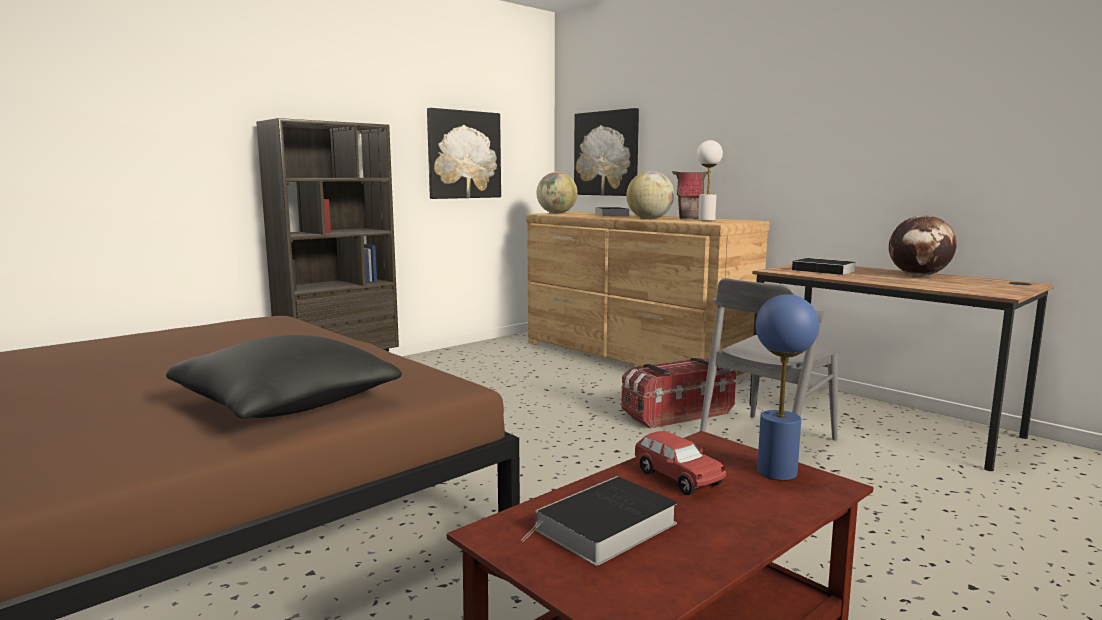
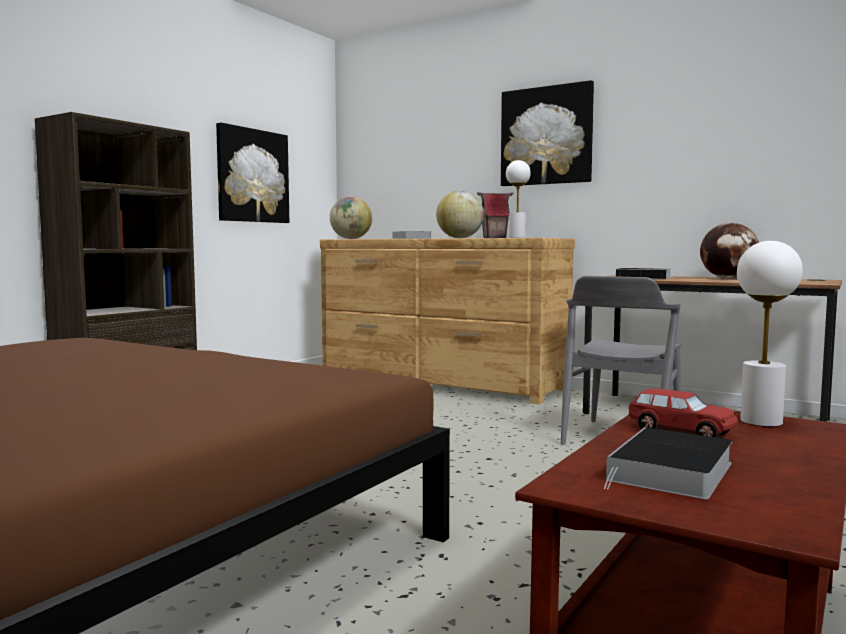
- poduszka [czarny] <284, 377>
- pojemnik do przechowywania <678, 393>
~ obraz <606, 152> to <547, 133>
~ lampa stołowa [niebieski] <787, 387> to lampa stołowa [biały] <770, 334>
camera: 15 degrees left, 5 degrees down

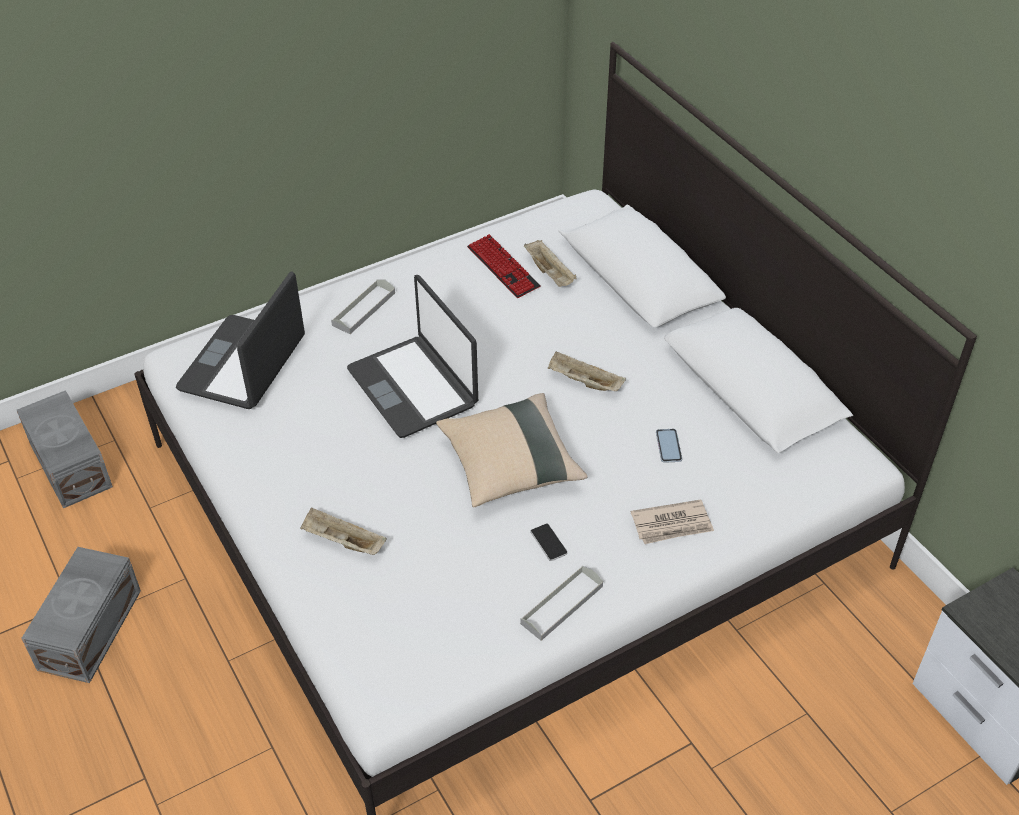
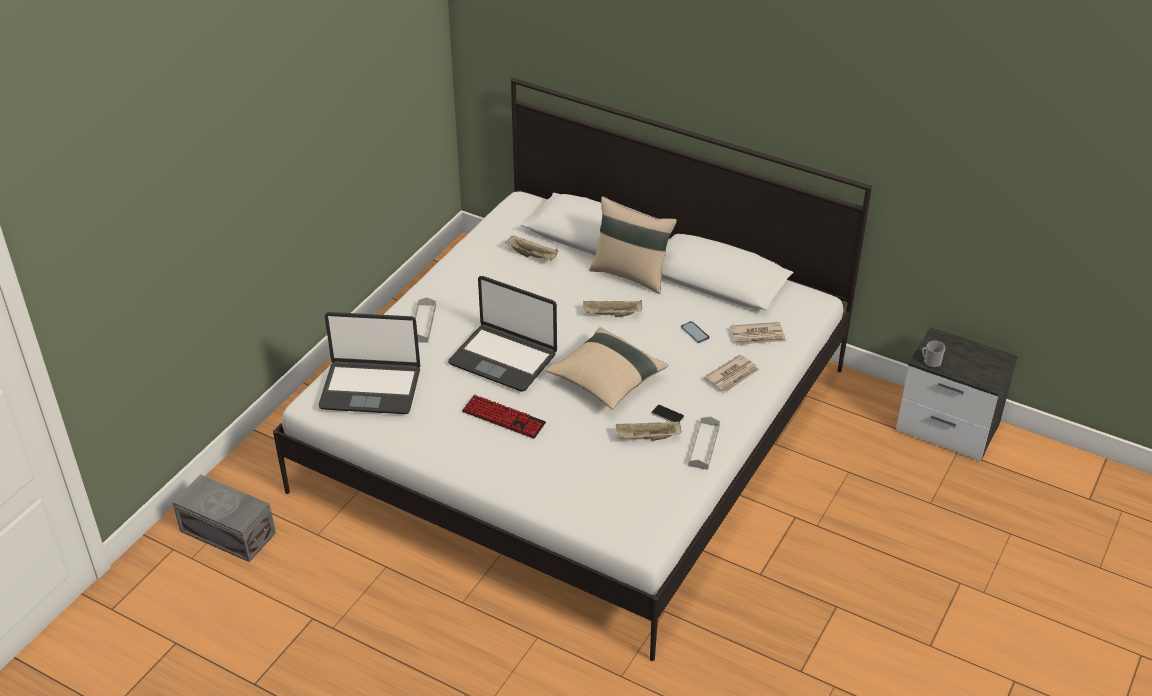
- pojemnik do przechowywania [szary] <81, 615>
+ poduszka [beżowy] <633, 245>
+ gazeta <758, 333>
+ kubek <933, 354>
~ taca [beżowy] <343, 531> to <648, 431>
~ klawiatura <504, 266> to <504, 416>
~ laptop <240, 340> = <369, 363> 75 degrees counterclockwise
camera: 30 degrees left, 5 degrees down

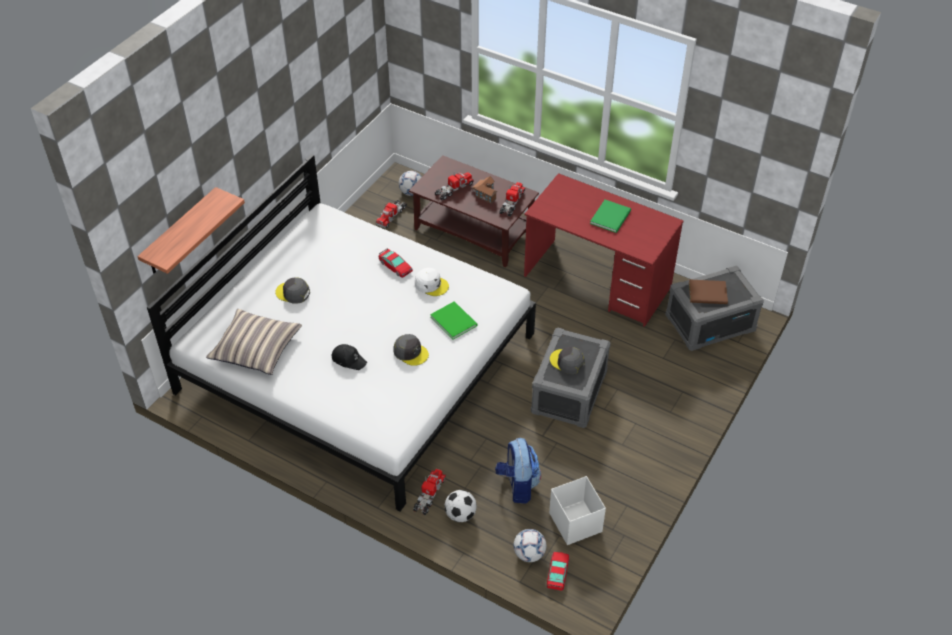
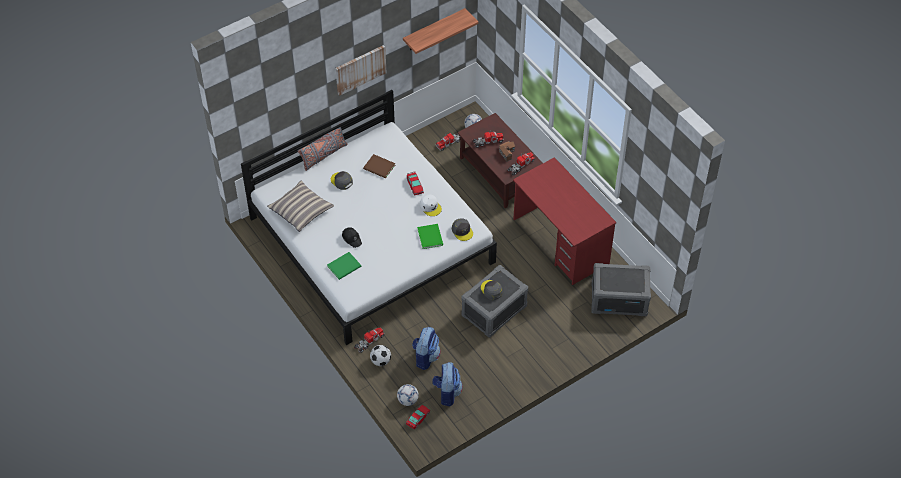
+ poduszka [szary] <322, 147>
+ obraz <361, 70>
~ półka <191, 230> to <440, 31>
~ czapka z daszkiem [szary] <411, 350> to <462, 229>
~ książka [zielony] <610, 216> to <344, 266>
~ książka [brązowy] <708, 291> to <379, 166>
~ pojemnik do przechowywania [biały] <577, 510> to plecak <447, 384>
camera: 25 degrees right, 5 degrees up

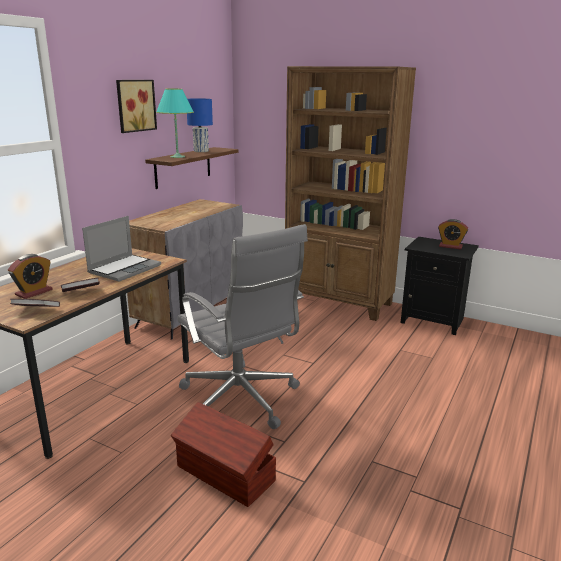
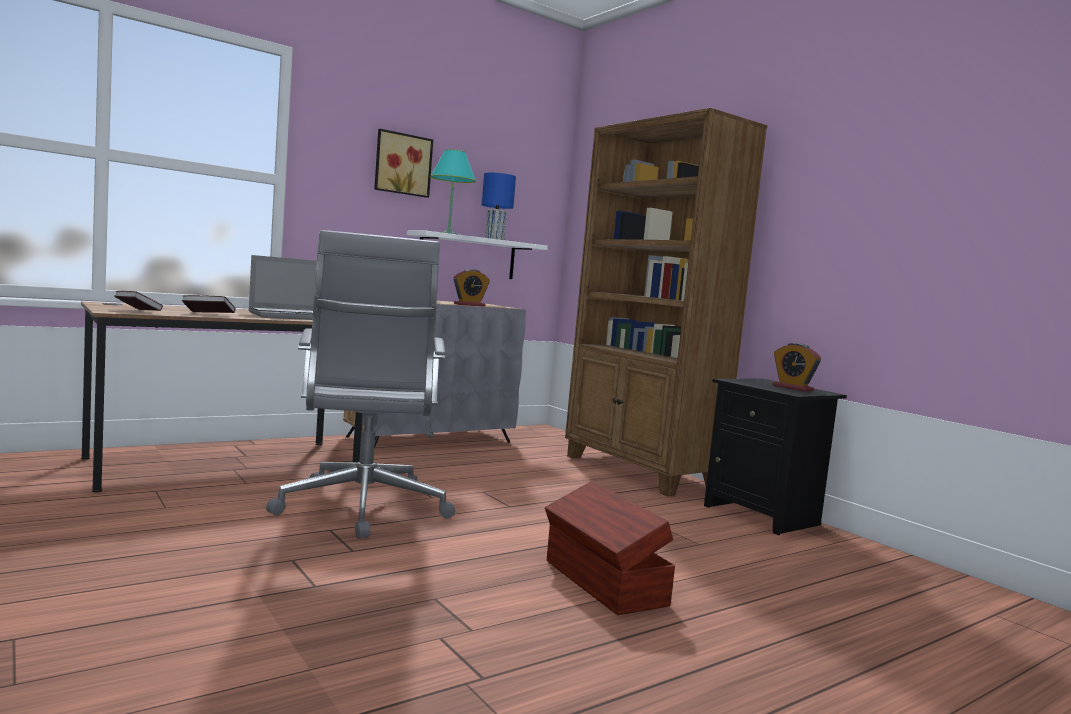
~ budzik <30, 276> to <472, 288>
~ pojemnik do przechowywania [brązowy] <223, 454> to <610, 548>
~ półka [brązowy] <191, 168> to półka [biały] <477, 255>
camera: 25 degrees right, 15 degrees down

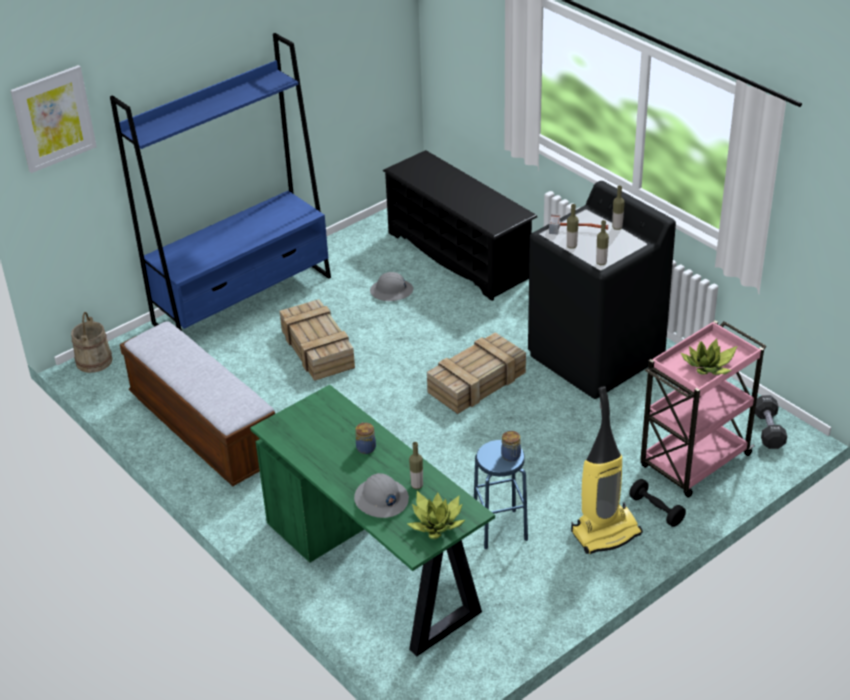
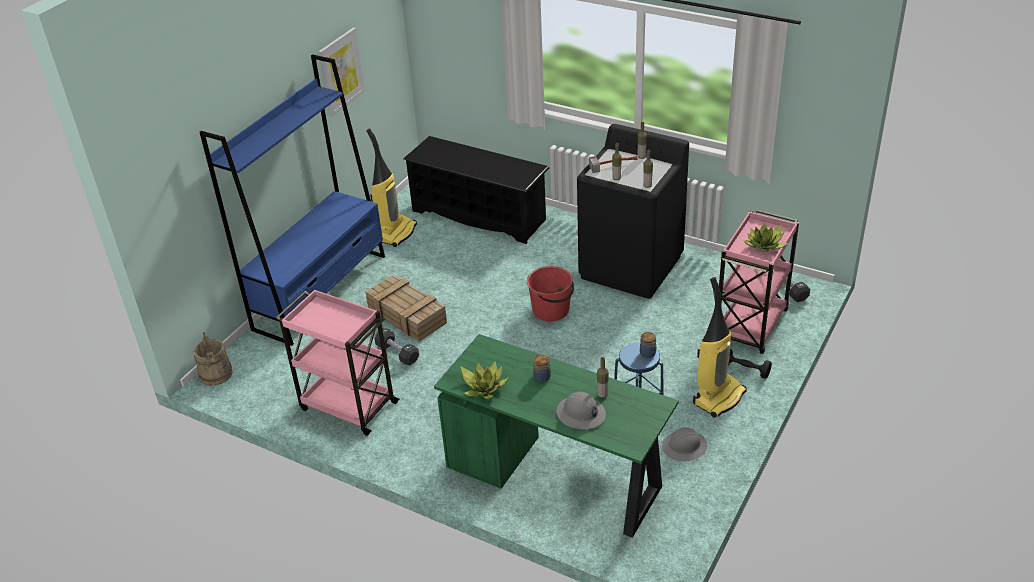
+ odkurzacz <391, 187>
+ hantel [czarny] <396, 346>
~ obraz <53, 119> to <341, 72>
~ kask [szary] <391, 286> to <684, 444>
~ roślina doniczkowa <436, 515> to <484, 380>
~ ławka <197, 403> to wózek [różowy] <338, 362>
~ skrzynka <476, 373> to wiadro [czerwony] <550, 293>
camera: 20 degrees left, 0 degrees up

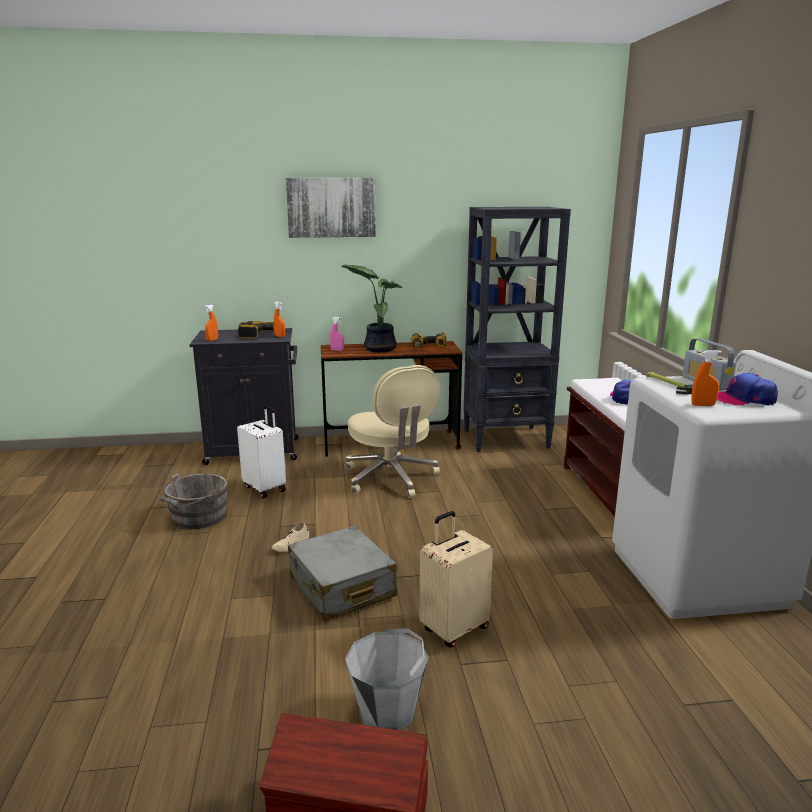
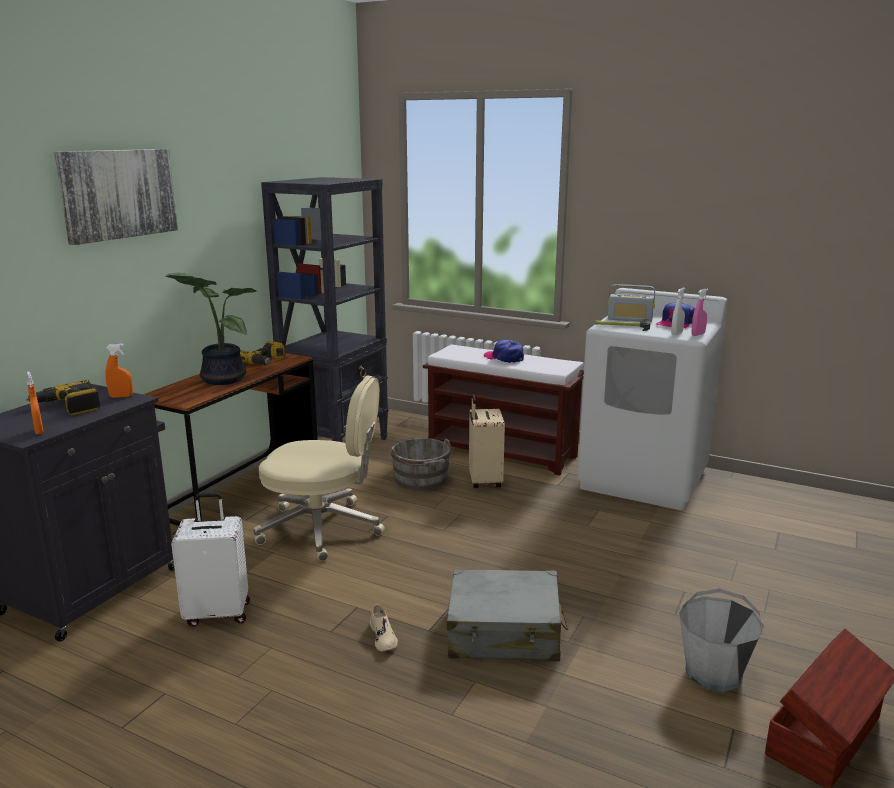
~ wiadro [szary] <192, 501> to <422, 464>
~ spryskiwacz [różowy] <337, 334> to <700, 312>
~ walizka [beżowy] <456, 579> to <487, 441>
~ spryskiwacz [pomarańczowy] <706, 378> to spryskiwacz [biały] <678, 311>
camera: 55 degrees left, 0 degrees up

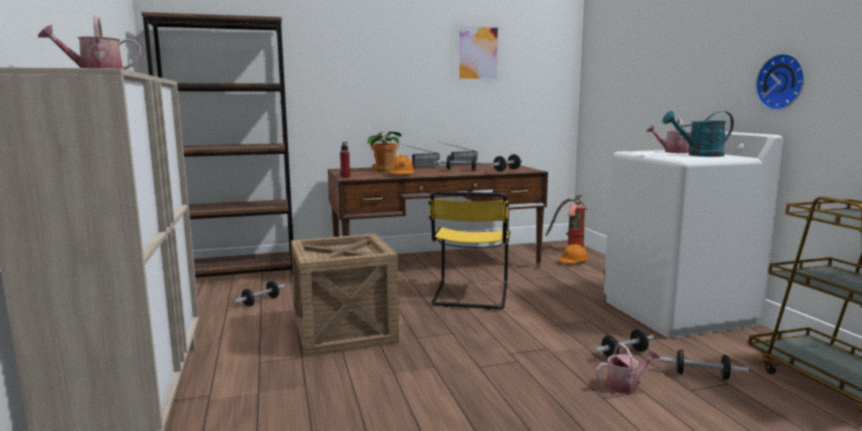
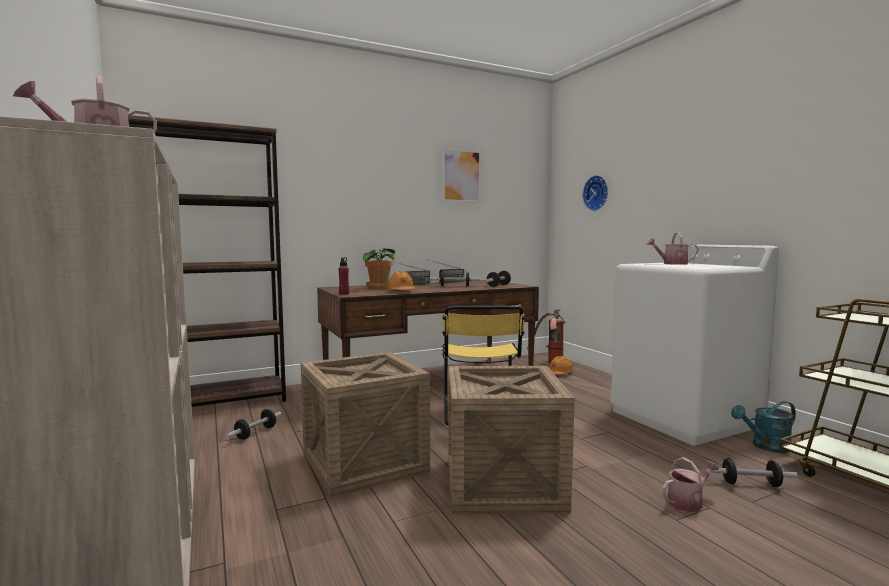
- hantel <624, 343>
+ skrzynka <511, 440>
~ konewka [turkusowy] <698, 134> to <763, 427>
~ zegar ścienny <780, 82> to <595, 193>
camera: 10 degrees left, 5 degrees down

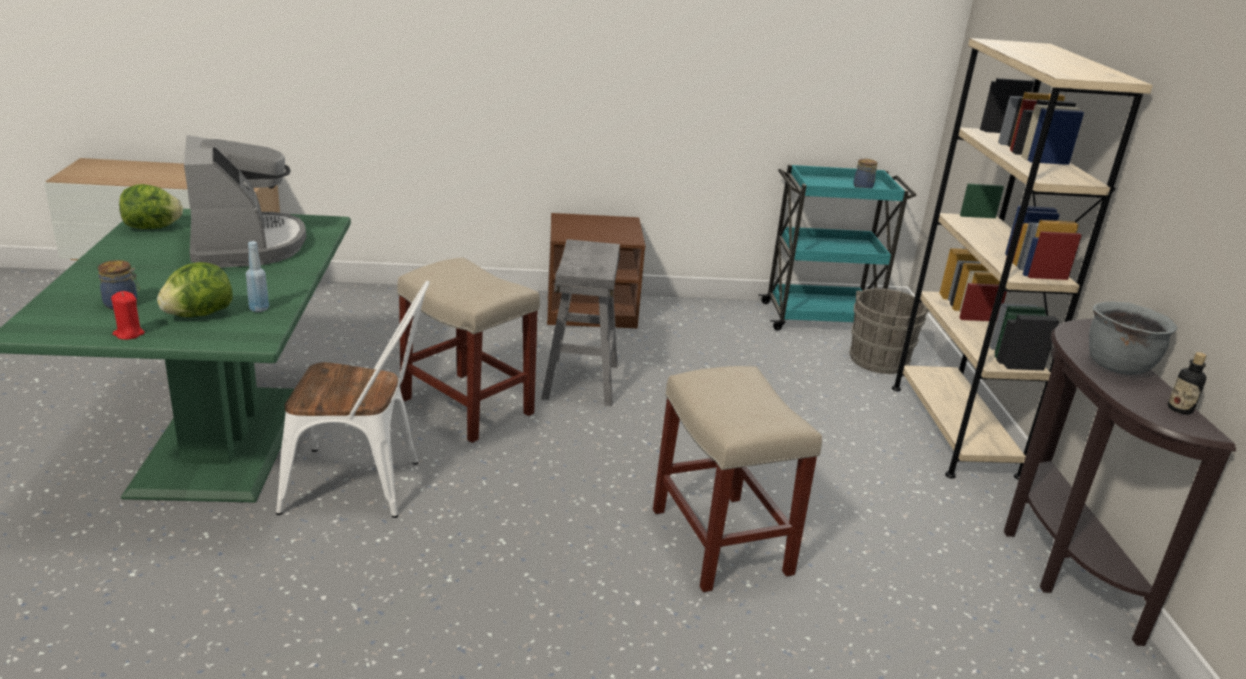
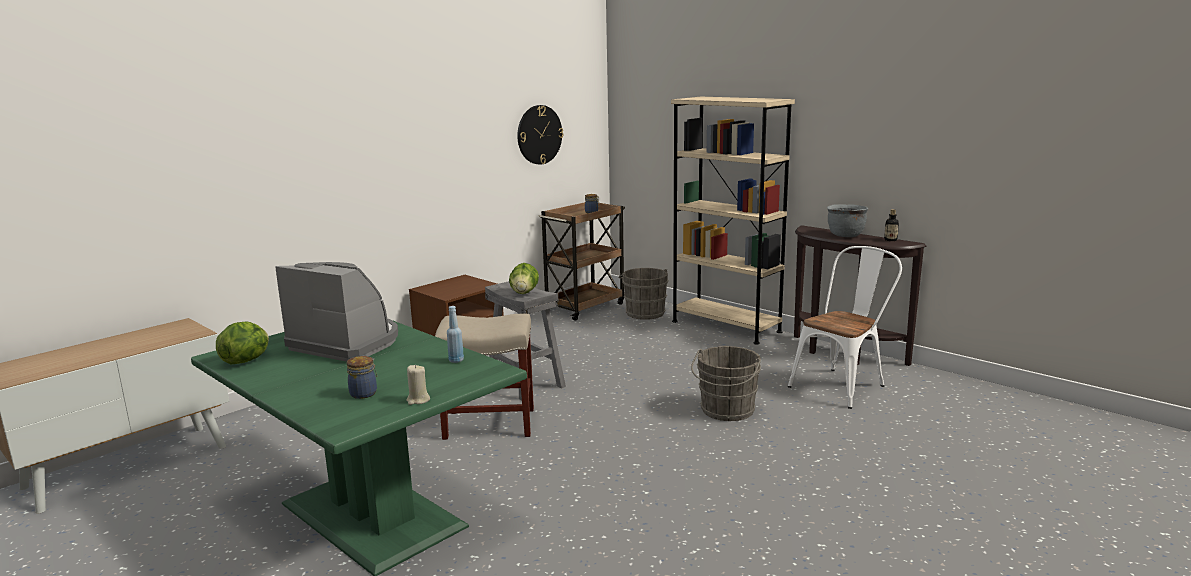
+ zegar ścienny <540, 135>
~ sałata <195, 289> to <524, 278>
~ krzesło [biały] <353, 399> to <845, 327>
~ stołek [beżowy] <737, 479> to wiadro [szary] <726, 383>
~ świeca [czerwony] <128, 315> to świeca [beżowy] <418, 385>
~ wózek [turkusowy] <837, 247> to wózek [brązowy] <581, 261>
camera: 40 degrees left, 10 degrees down

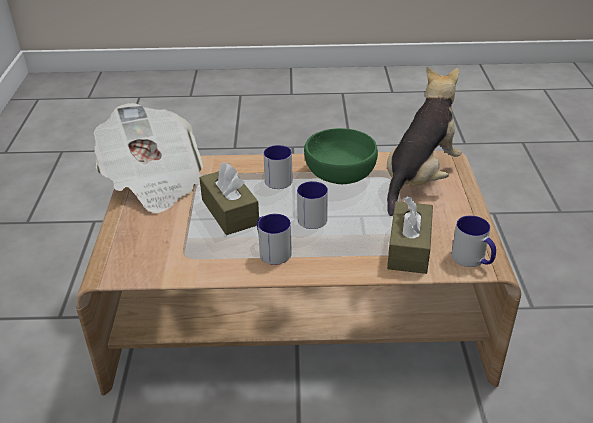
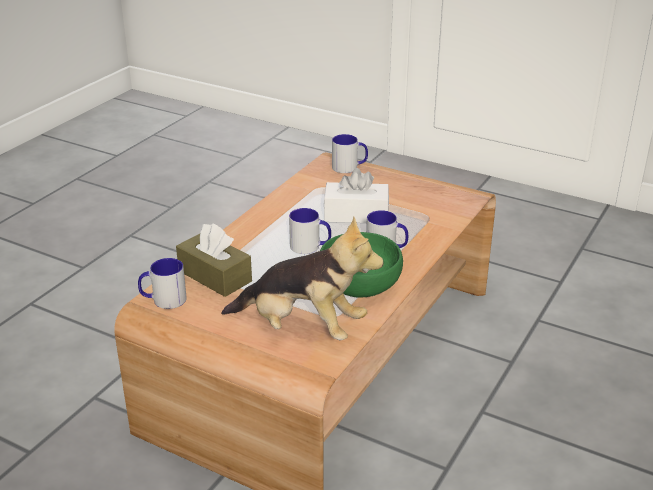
- gazeta <148, 158>
~ kubek <274, 239> to <350, 153>
~ pudełko chusteczek [brązowy] <229, 198> to pudełko chusteczek [biały] <356, 195>
~ pluszak <424, 141> = <302, 278> 45 degrees counterclockwise
camera: 120 degrees right, 5 degrees down

